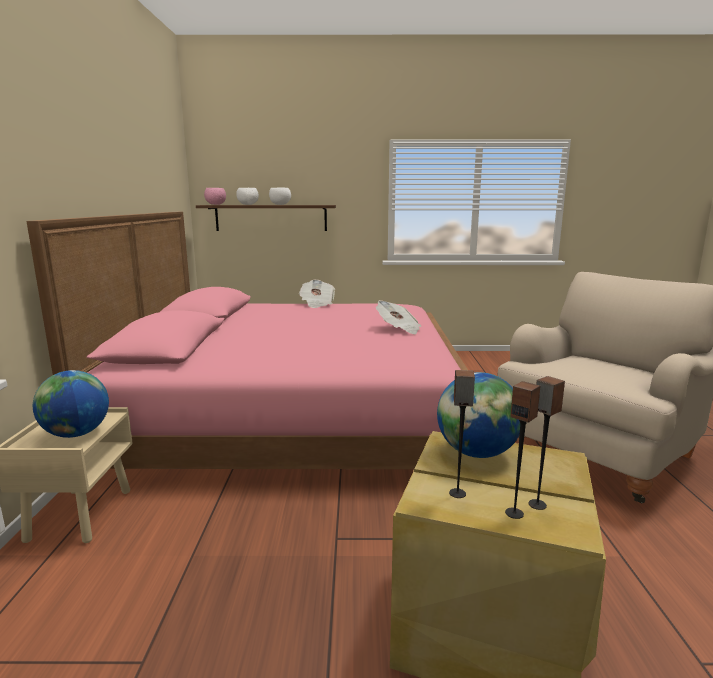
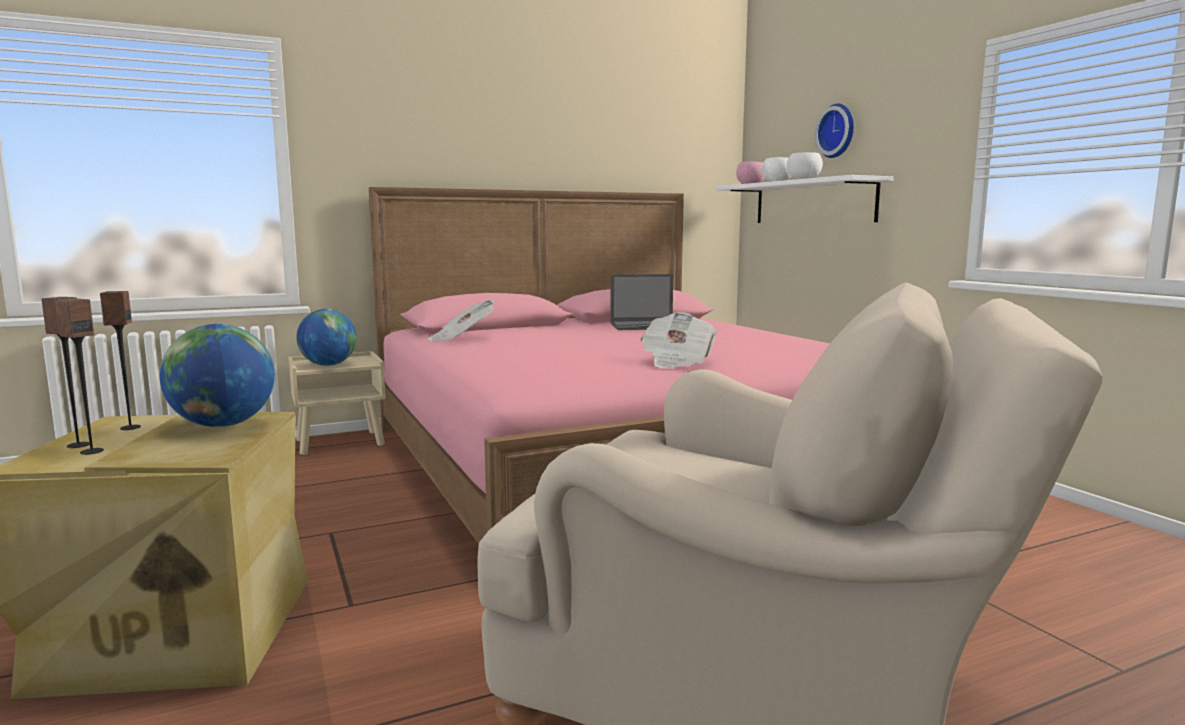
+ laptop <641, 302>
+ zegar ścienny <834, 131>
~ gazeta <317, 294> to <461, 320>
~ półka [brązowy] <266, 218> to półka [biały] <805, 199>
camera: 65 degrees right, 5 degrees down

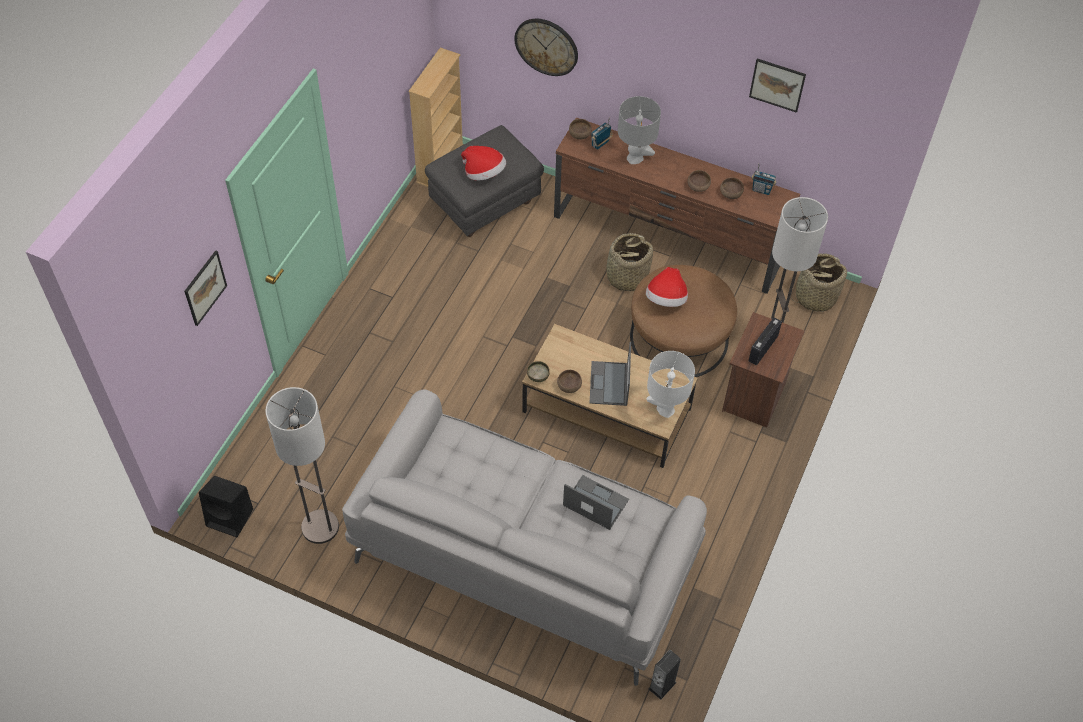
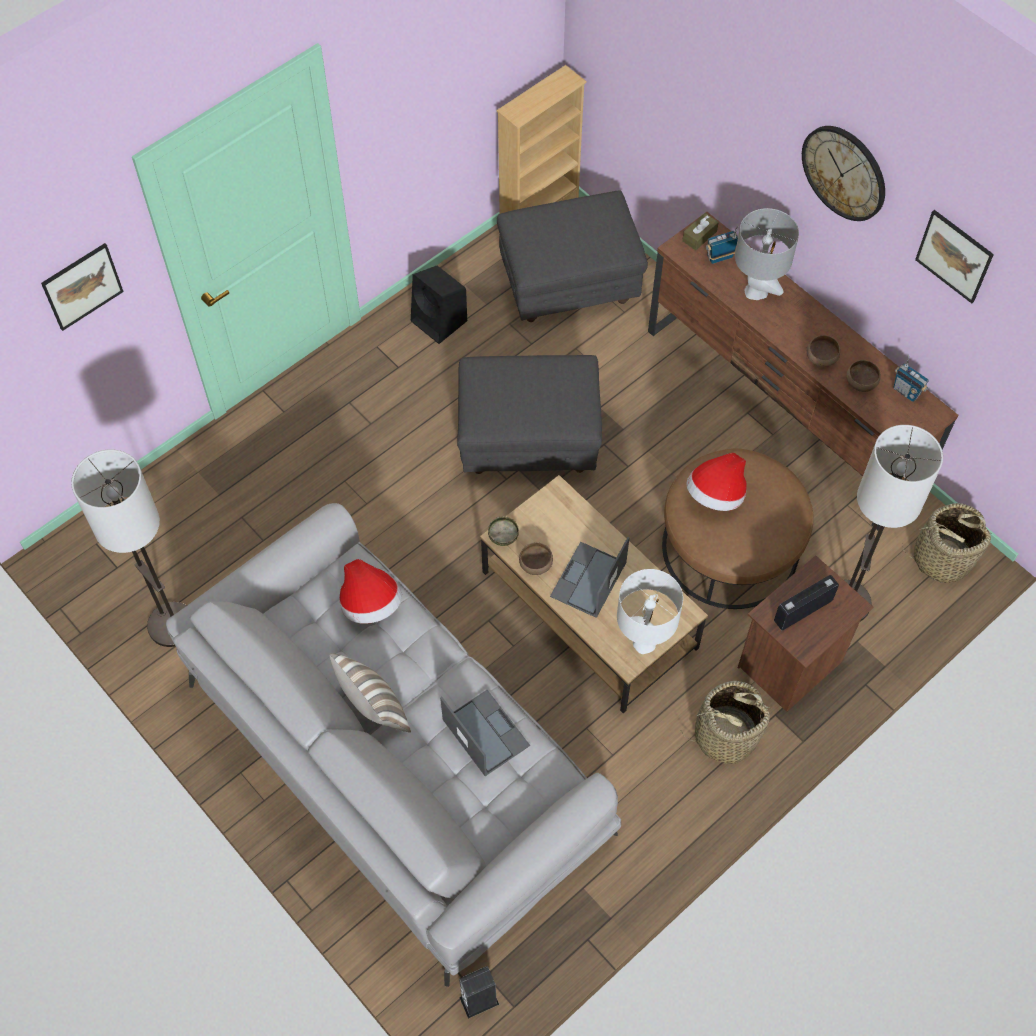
+ poduszka <370, 692>
+ pufa [szary] <529, 414>
~ głośnik [czarny] <226, 506> to <439, 305>
~ kapelusz <483, 163> to <370, 591>
~ zegar ścienny <546, 47> to <843, 173>
~ koszyk <628, 262> to <725, 722>
~ miska [brązowy] <580, 129> to pudełko chusteczek [brązowy] <700, 231>
camera: 25 degrees right, 5 degrees up

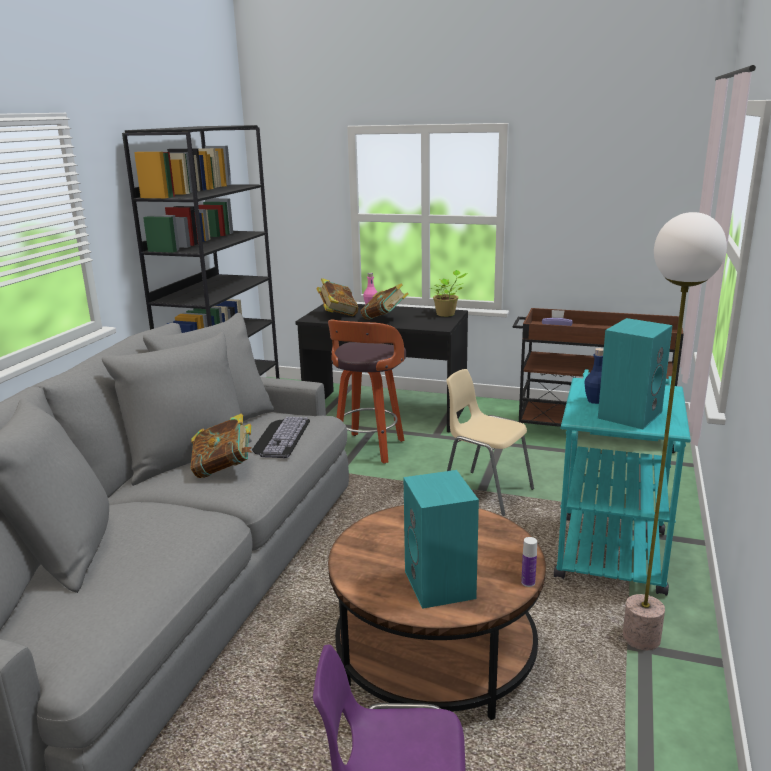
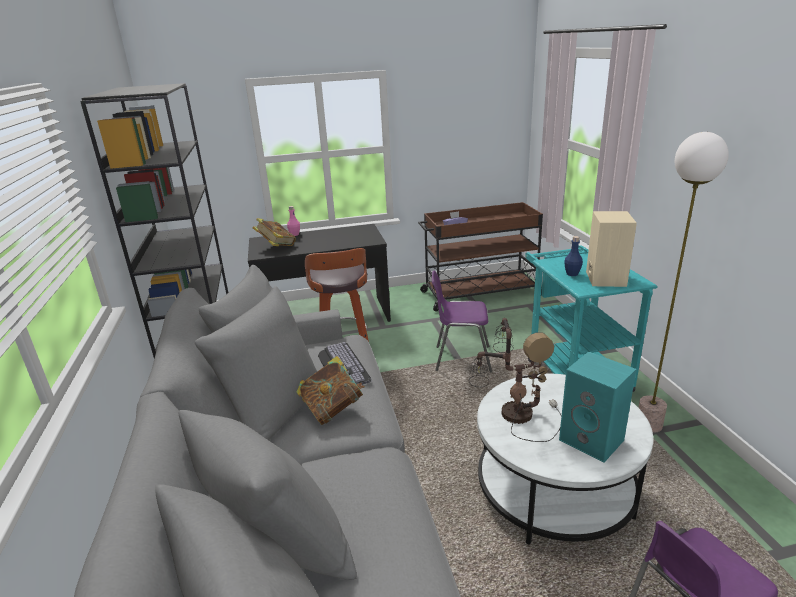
- książka <385, 302>
- roślina doniczkowa <448, 293>
- butelka <529, 562>
+ lampa stołowa <515, 380>
~ ława [brązowy] <437, 612> to ława [biały] <565, 459>
~ krzesło [beżowy] <490, 442> to krzesło [fioletowy] <462, 321>
~ głośnik [turkusowy] <635, 373> to głośnik [beżowy] <611, 249>
camera: 30 degrees left, 5 degrees up

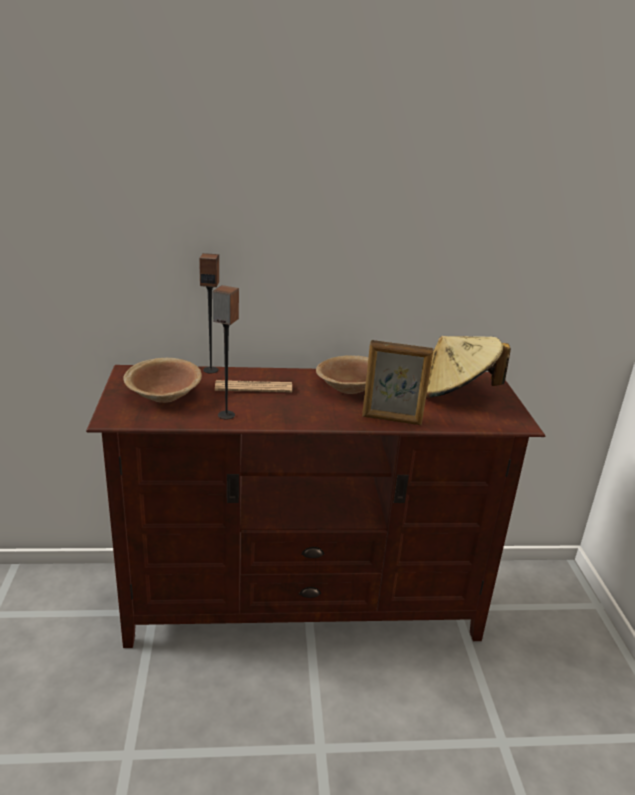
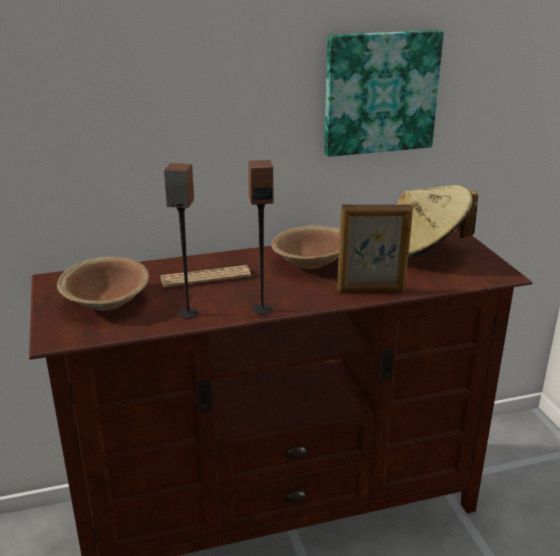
+ obraz <384, 93>
~ głośnik <209, 313> to <260, 237>
camera: 10 degrees left, 0 degrees up

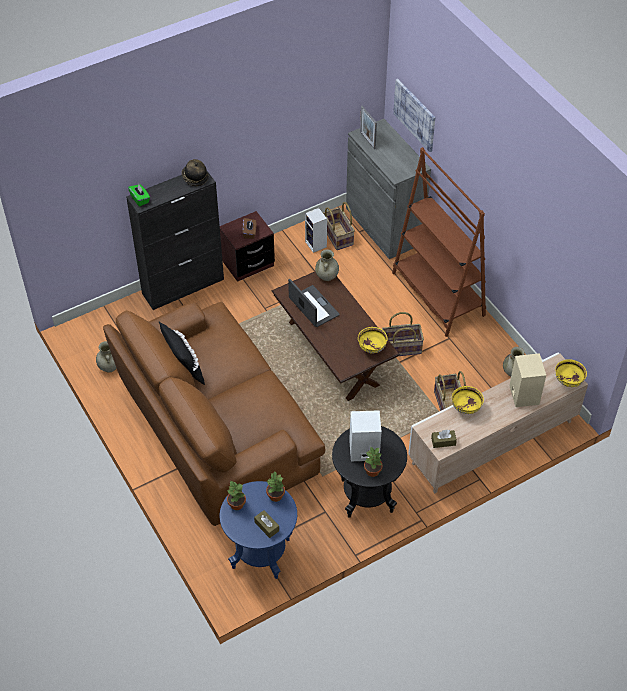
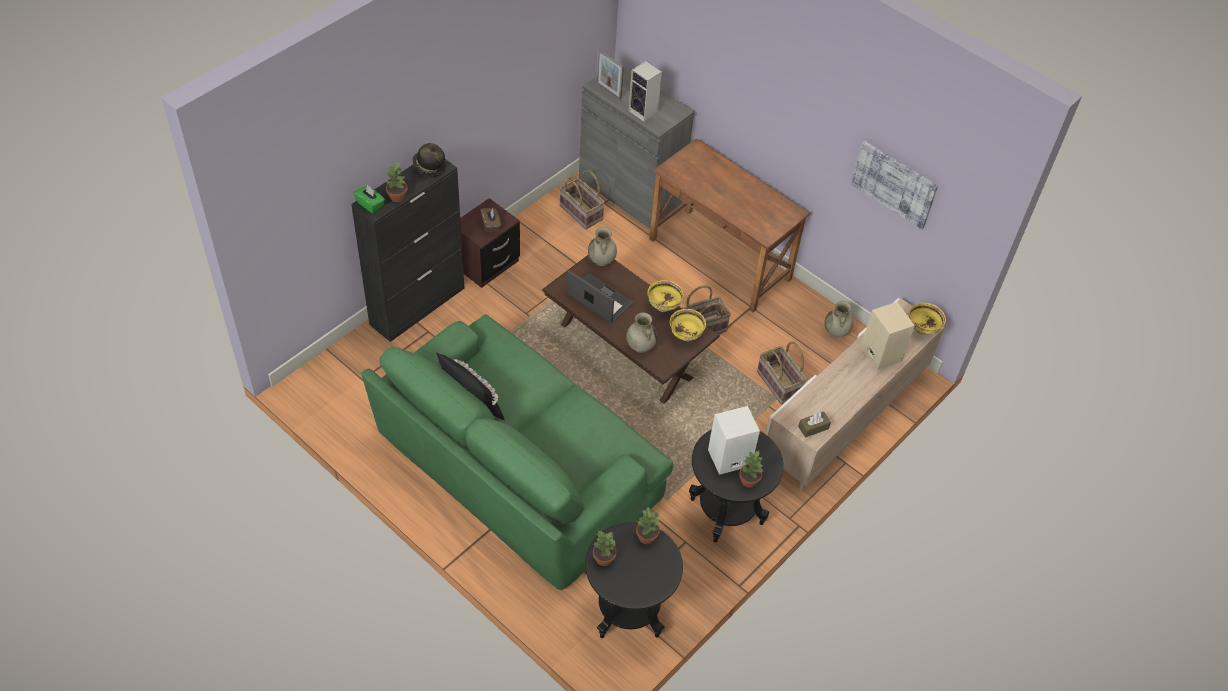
- pudełko chusteczek [brązowy] <266, 524>
+ roślina doniczkowa <397, 182>
~ wazon [beżowy] <106, 357> to <641, 333>
~ głośnik <316, 230> to <645, 91>
~ obraz <414, 115> to <894, 185>
~ miska [żółty] <468, 400> to <665, 296>
~ regał [brązowy] <439, 242> to biurko [brązowy] <729, 225>
~ kanapa [brązowy] <214, 414> to kanapa [zielony] <517, 452>
~ stolik [niebieski] <258, 530> to stolik [czarny] <634, 580>
camera: 20 degrees left, 0 degrees up

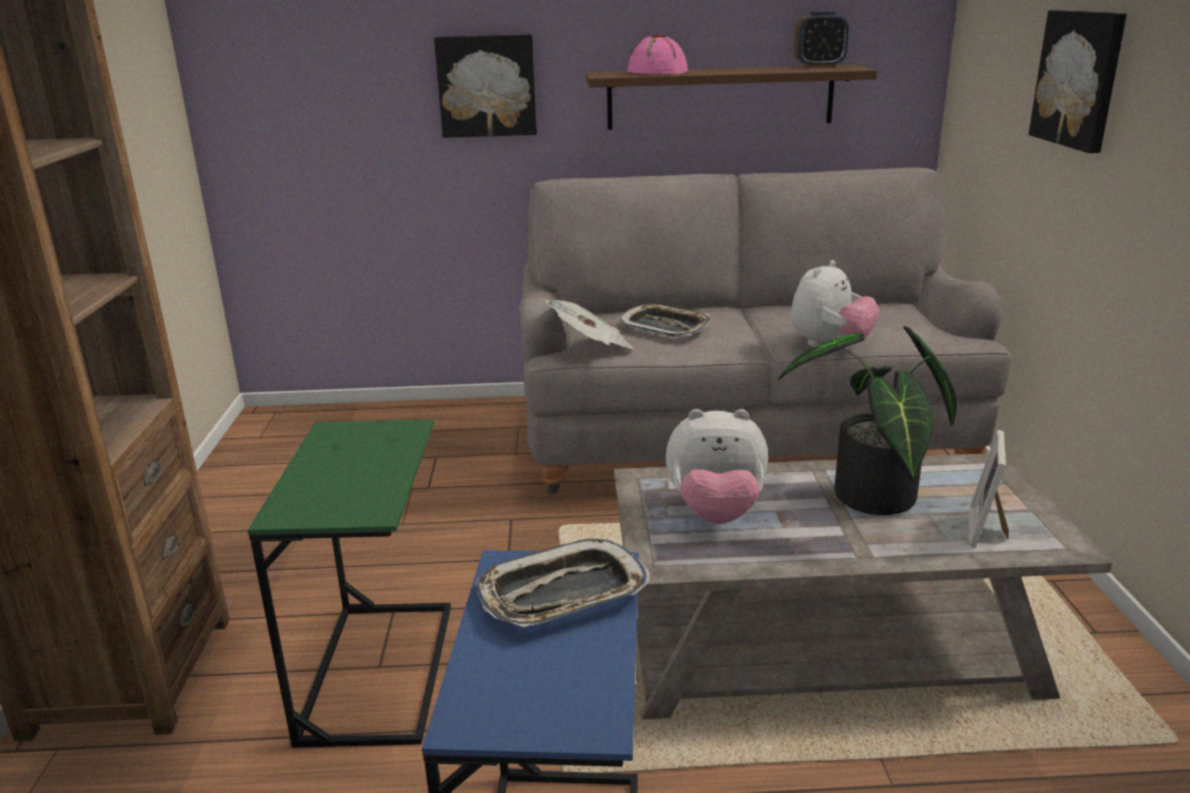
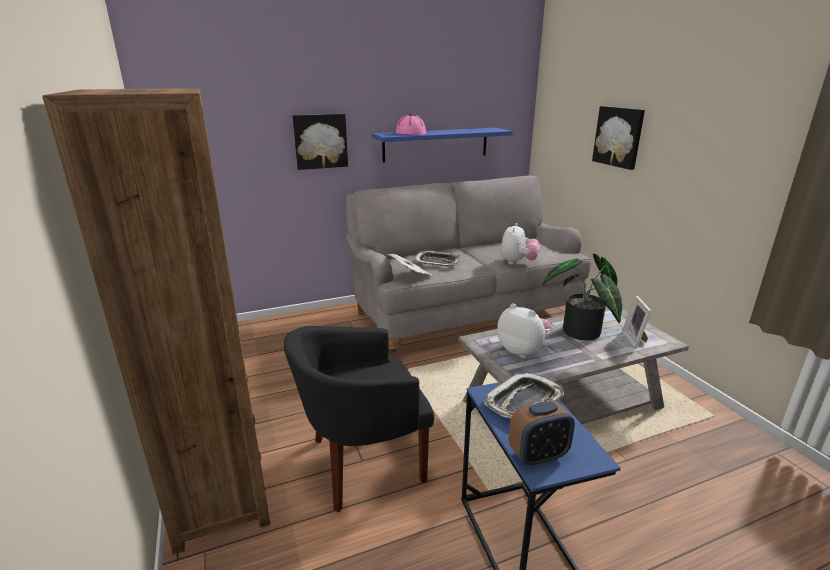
~ budzik <821, 39> to <542, 433>
~ stolik [zielony] <349, 583> to fotel [czarny] <359, 419>
~ półka [brązowy] <731, 97> to półka [niebieski] <442, 145>
~ pluszak <717, 466> = <524, 331> 120 degrees counterclockwise
camera: 20 degrees left, 0 degrees up

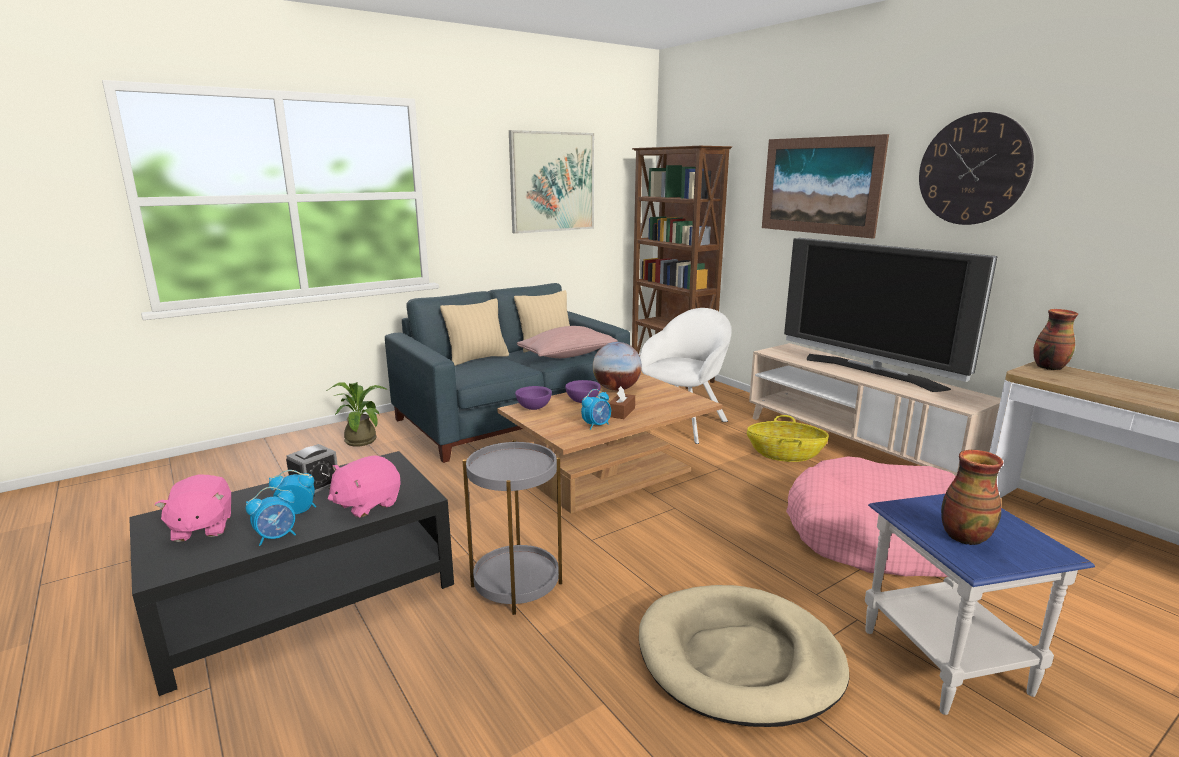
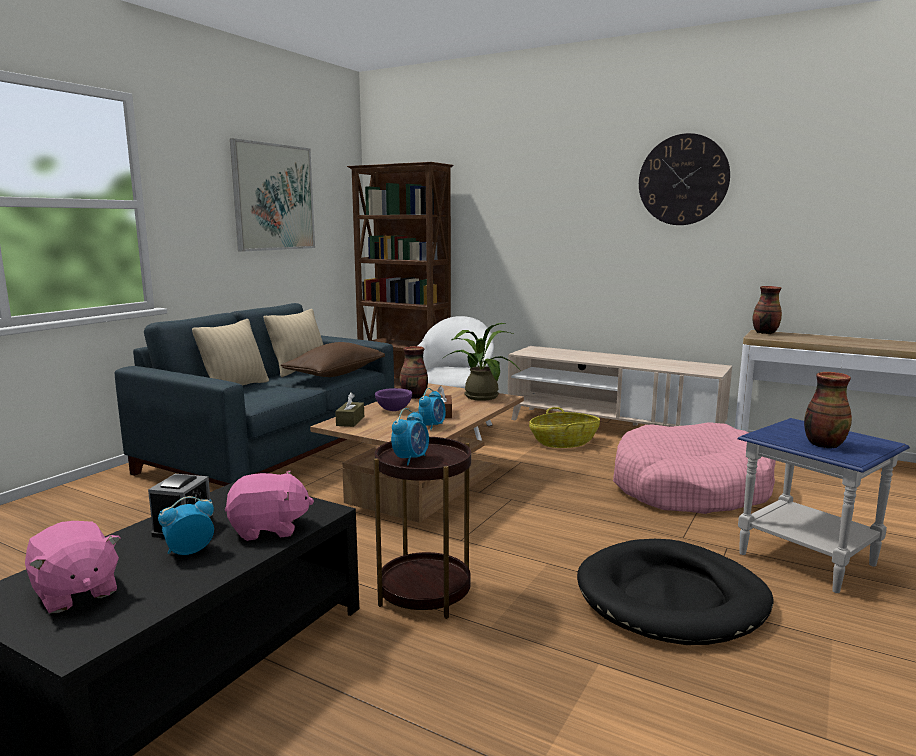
- obraz <825, 186>
- telewizor <890, 315>
~ budzik <271, 516> to <410, 436>
~ roślina doniczkowa <357, 414> to <482, 362>
~ miska [fioletowy] <533, 398> to pudełko chusteczek [brązowy] <349, 410>
~ globus <617, 366> to wazon <414, 372>
~ stolik [szary] <512, 527> to stolik [brązowy] <422, 528>
~ poduszka [różowy] <567, 342> to poduszka [brązowy] <333, 359>
~ legowisko [beżowy] <744, 656> to legowisko [czarny] <675, 592>
~ pluszak [różowy] <364, 486> = <269, 506> 120 degrees counterclockwise
camera: 25 degrees left, 5 degrees down

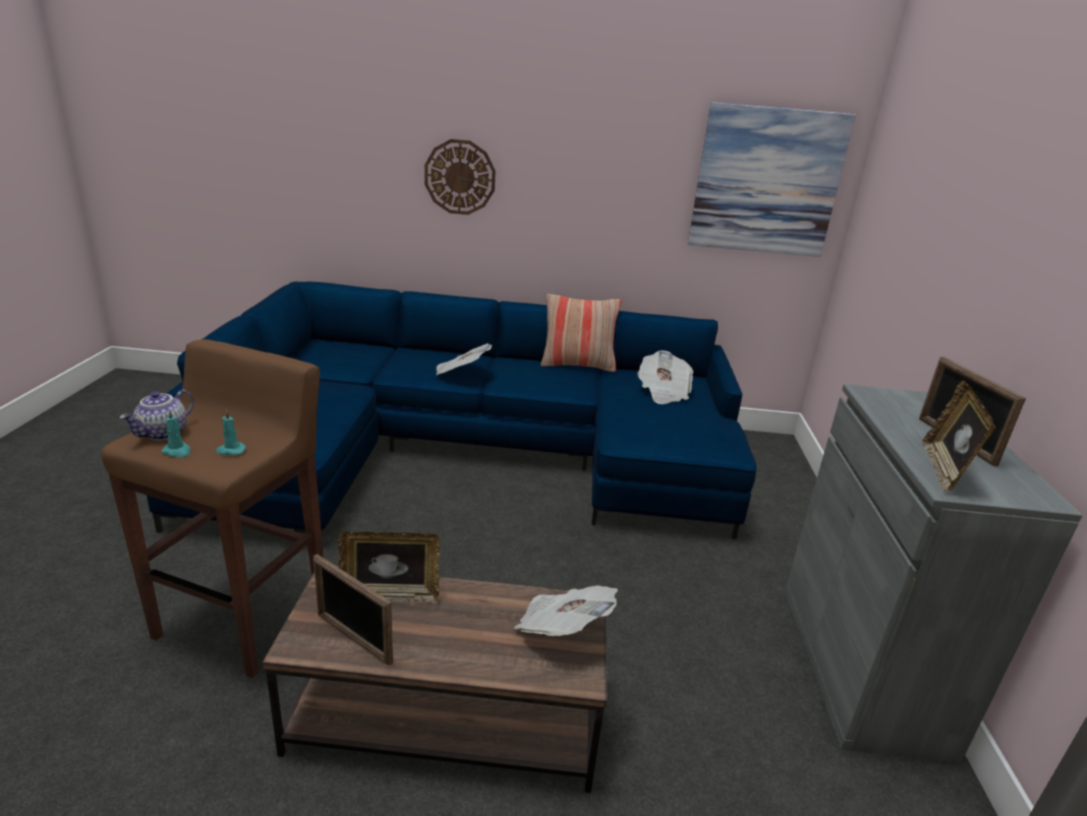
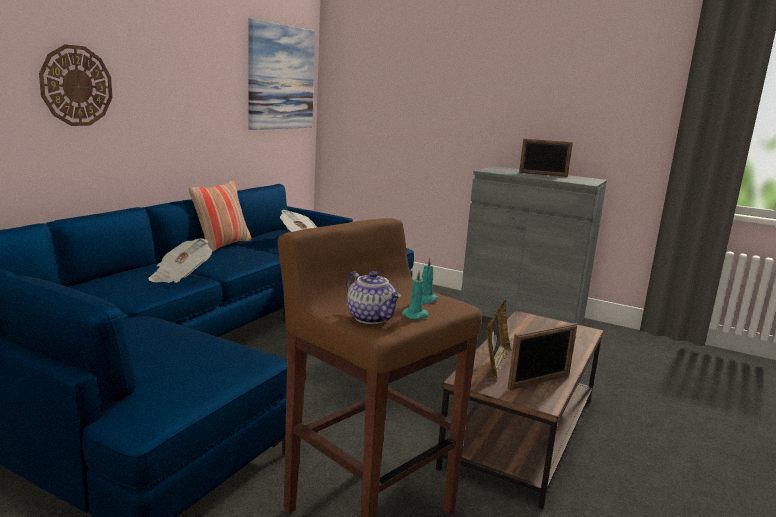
- gazeta <566, 610>
- ramka na zdjęcie <958, 435>
camera: 65 degrees left, 10 degrees down

